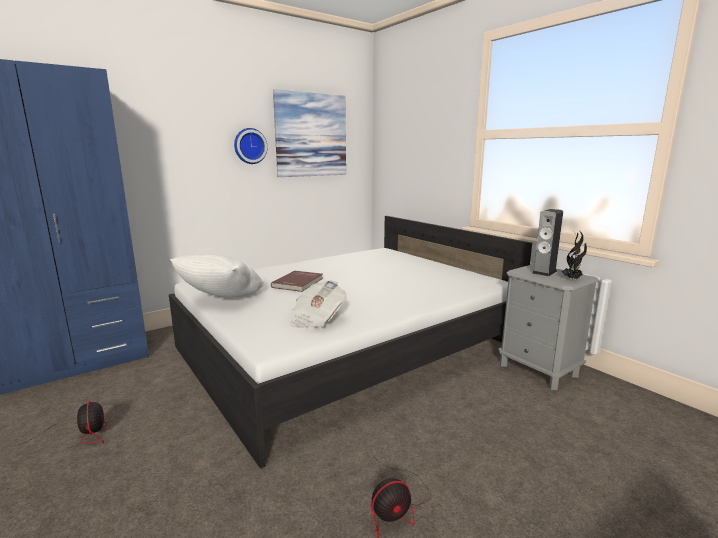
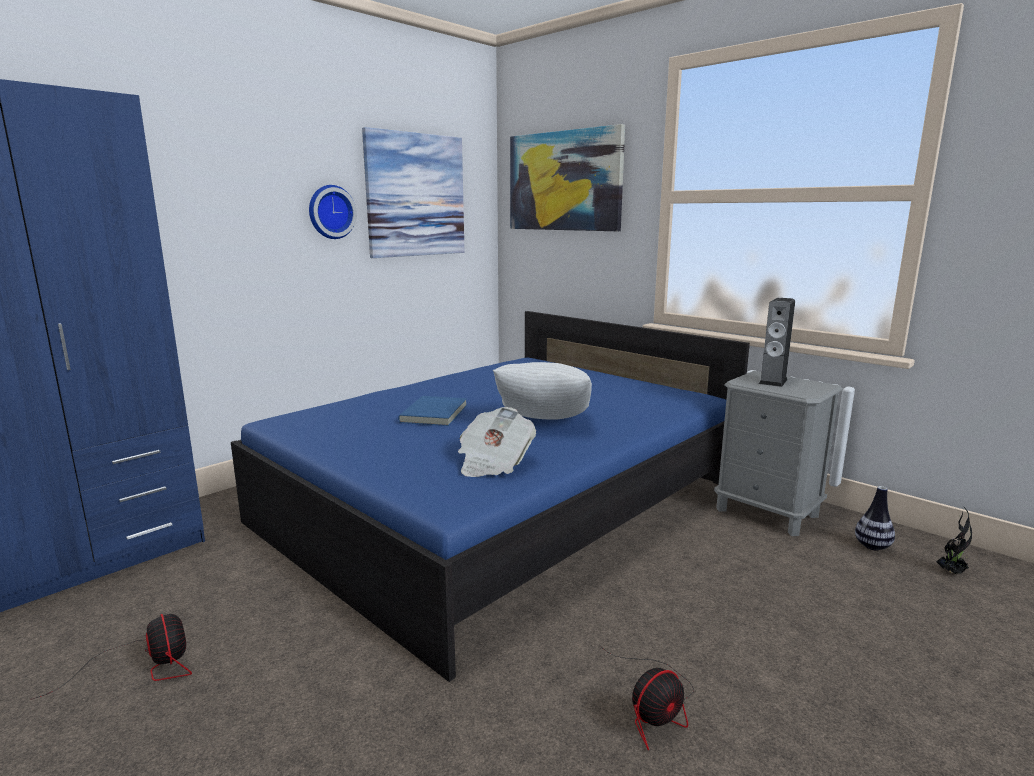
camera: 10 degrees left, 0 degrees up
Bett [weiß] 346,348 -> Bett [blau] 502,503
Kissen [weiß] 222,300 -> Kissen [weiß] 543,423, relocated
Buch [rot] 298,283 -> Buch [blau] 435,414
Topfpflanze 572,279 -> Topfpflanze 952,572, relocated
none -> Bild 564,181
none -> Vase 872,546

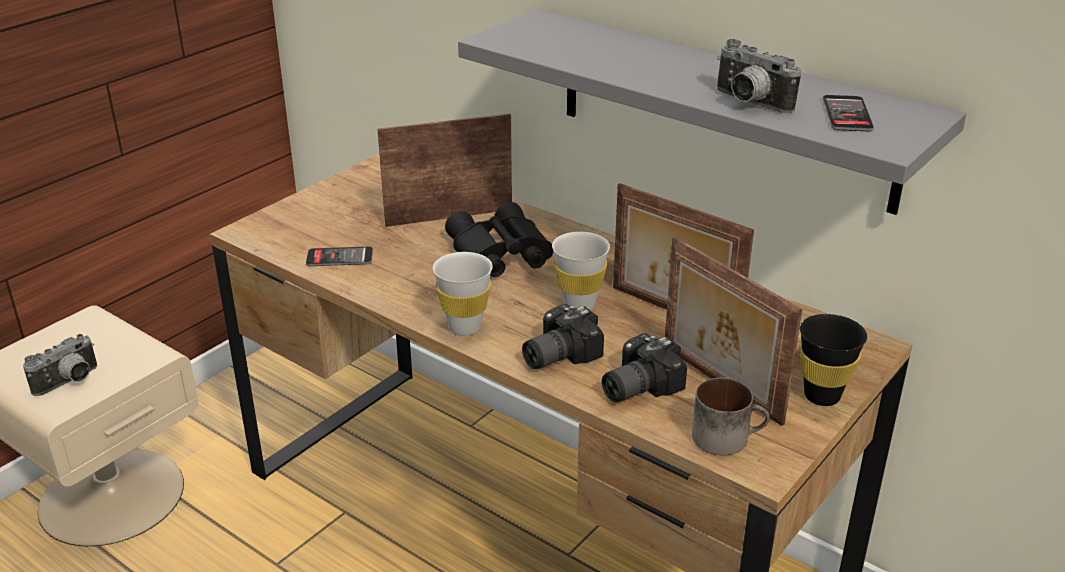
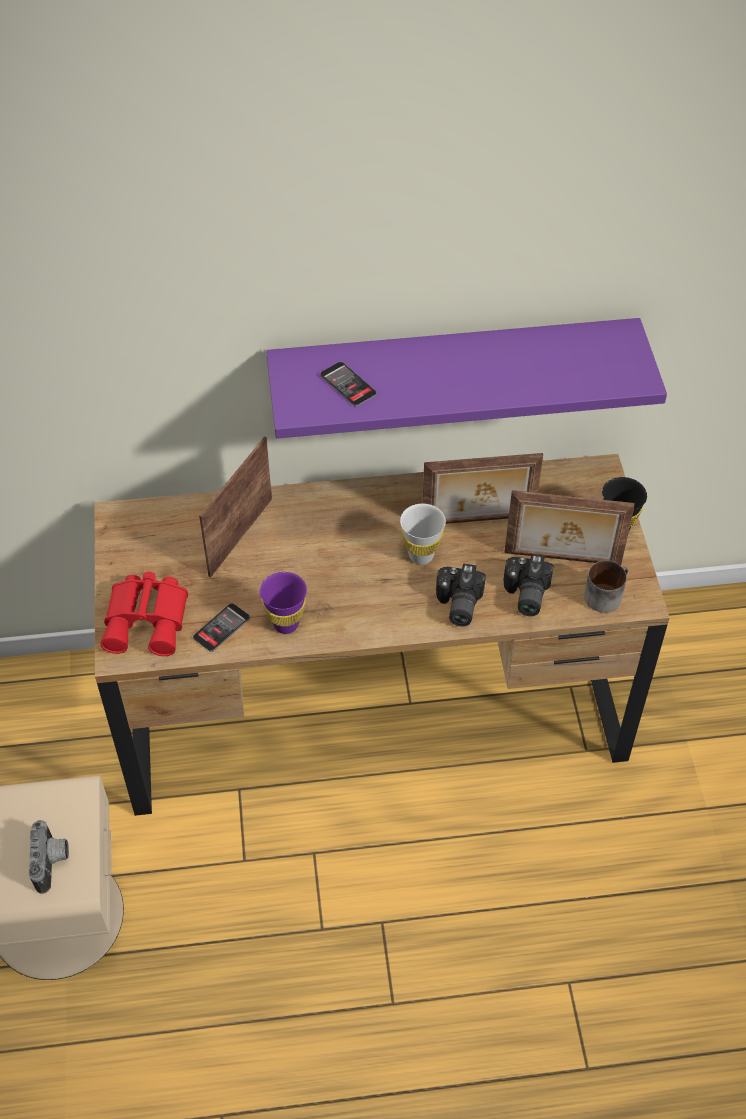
camera: 45 degrees left, 20 degrees up
Tasse [weiß] 465,327 -> none
Fernglas [schwarz] 498,254 -> none
Wandregal [grau] 723,108 -> Wandregal [lila] 453,366
Kamera 748,103 -> none
Handy 847,114 -> Handy 348,384, relocated
none -> Fernglas [rot] 148,619
none -> Tasse [lila] 286,624

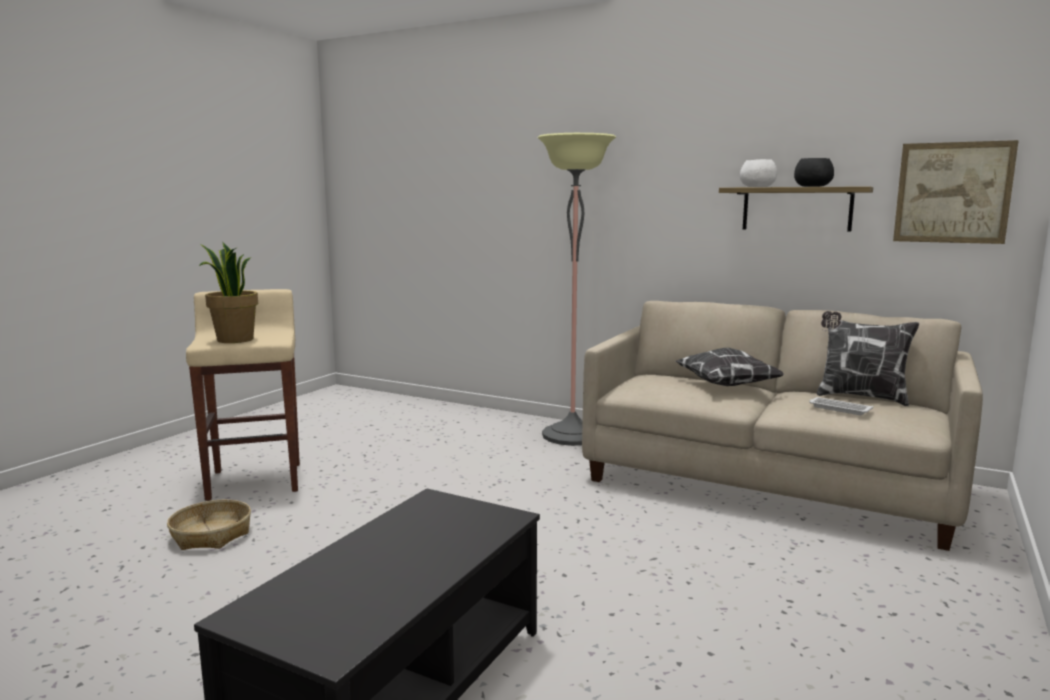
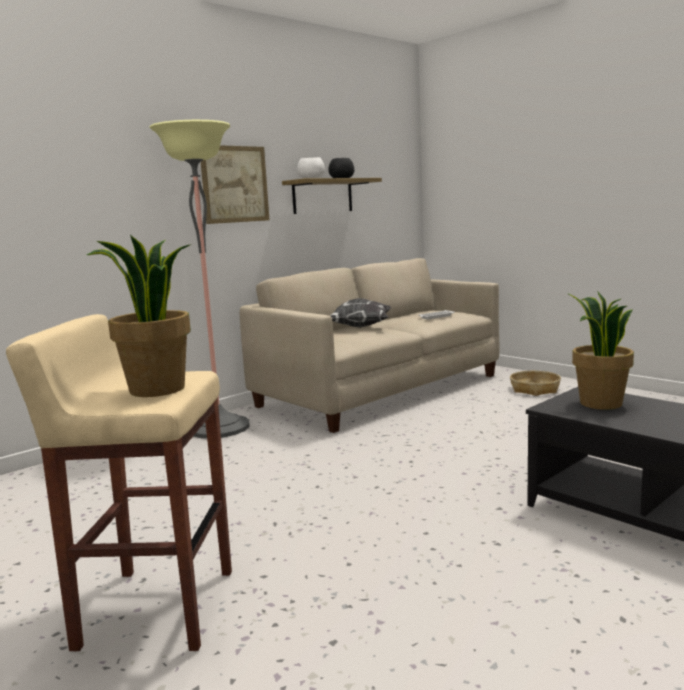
camera: 70 degrees left, 0 degrees up
Korb 211,535 -> Korb 534,389, relocated
Kissen 860,397 -> none
Bild 952,193 -> Bild 235,184, relocated
none -> Topfpflanze 600,403

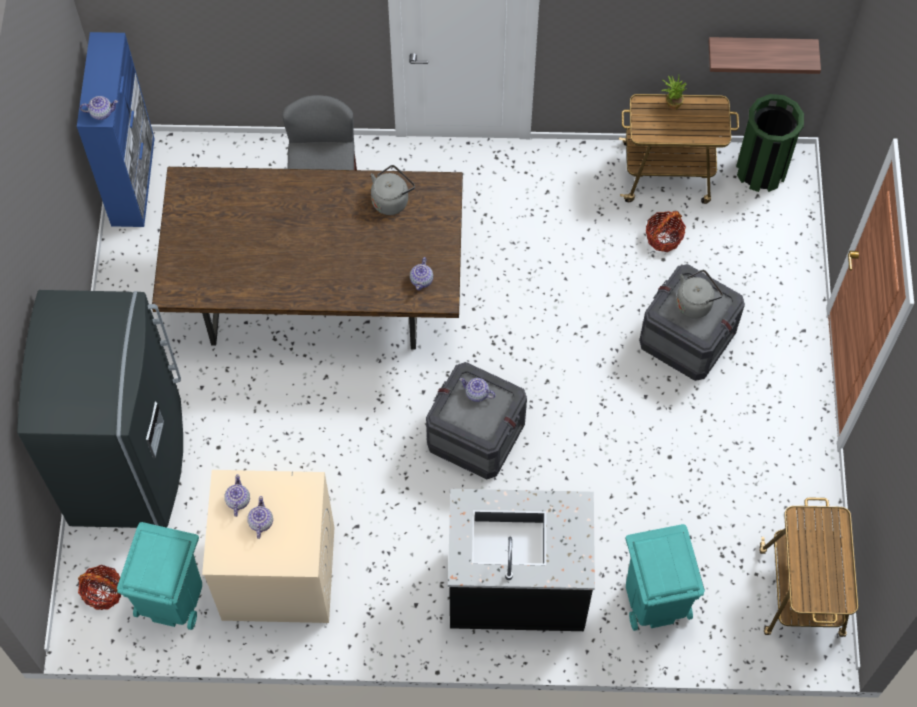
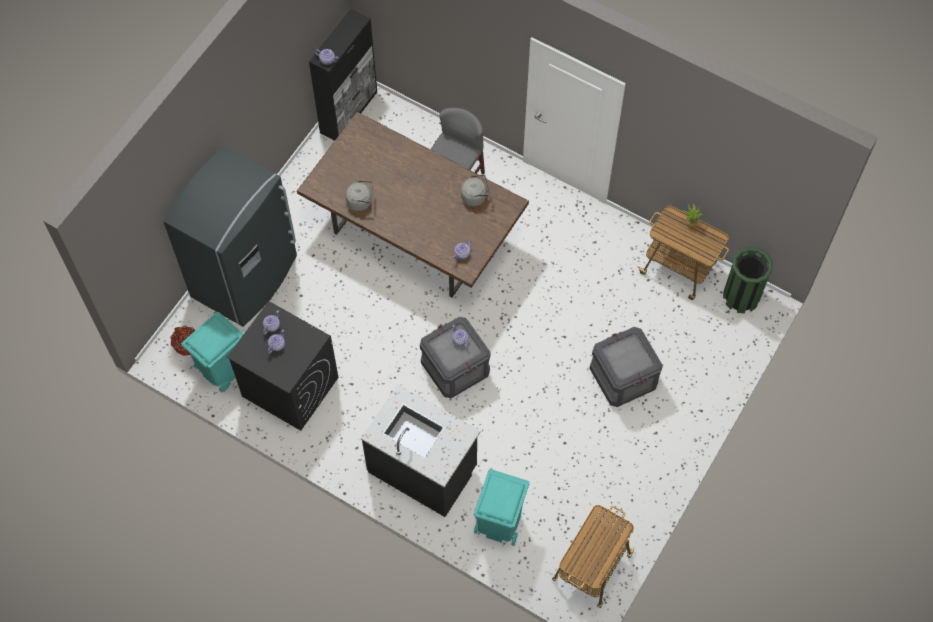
camera: 30 degrees right, 0 degrees up
Schrank [blau] 133,181 -> Schrank [schwarz] 349,112
Waschmaschine [beige] 277,574 -> Waschmaschine [schwarz] 289,387
Korb 663,237 -> none
Wasserkessel [grau] 695,303 -> Wasserkessel [grau] 361,201, relocated
Wandregal 761,48 -> none

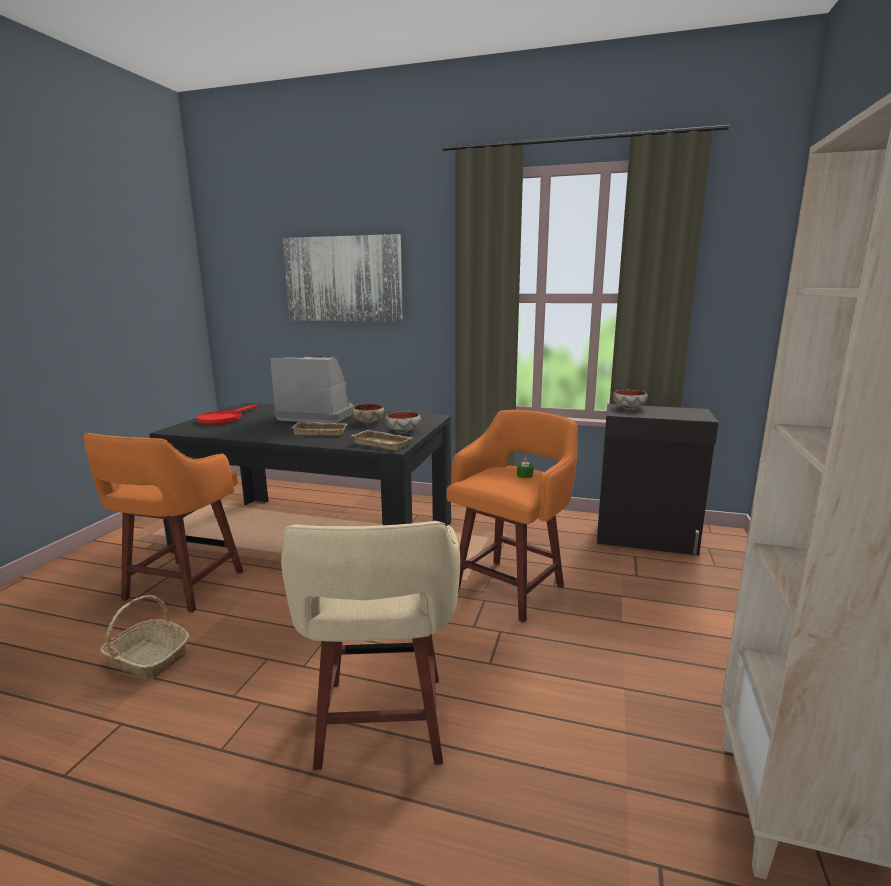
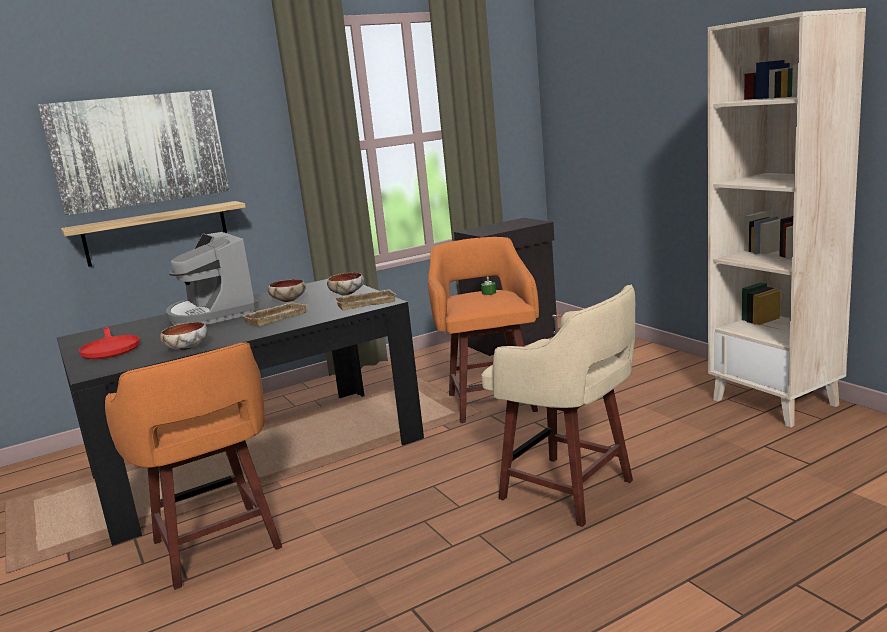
camera: 45 degrees left, 0 degrees up
Korb 147,659 -> none
Kaffeemaschine 317,415 -> Kaffeemaschine 212,314, 90 degrees counterclockwise
Schüssel 629,407 -> Schüssel 187,348, relocated
none -> Wandregal 157,233

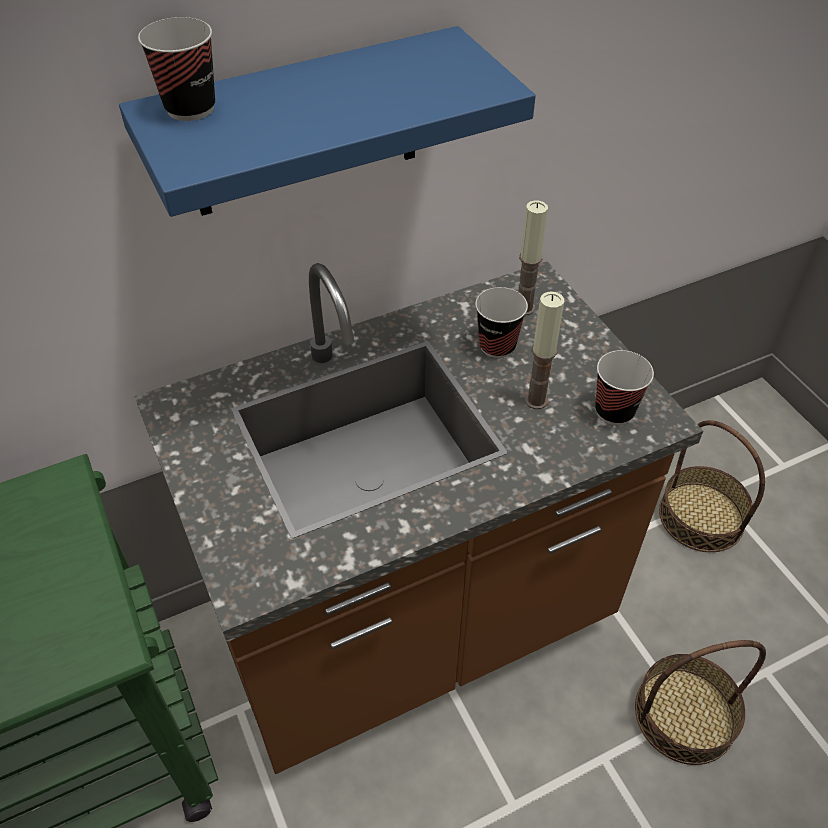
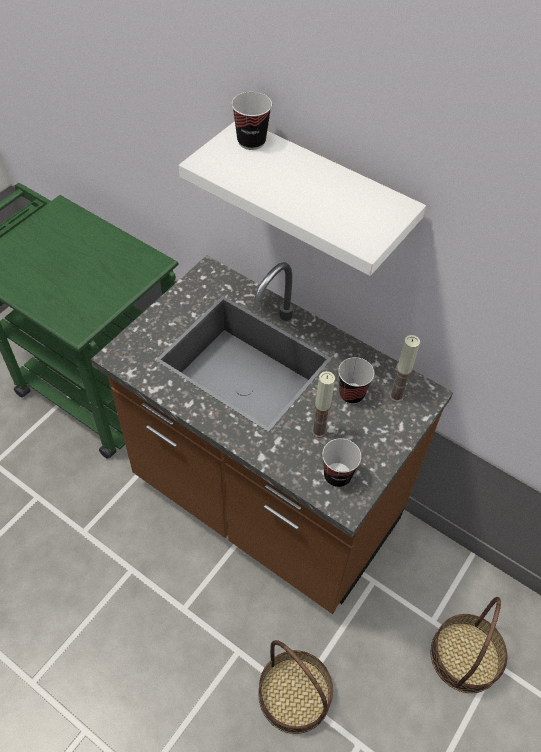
camera: 60 degrees right, 5 degrees up
Wandregal [blau] 304,126 -> Wandregal [weiß] 324,193

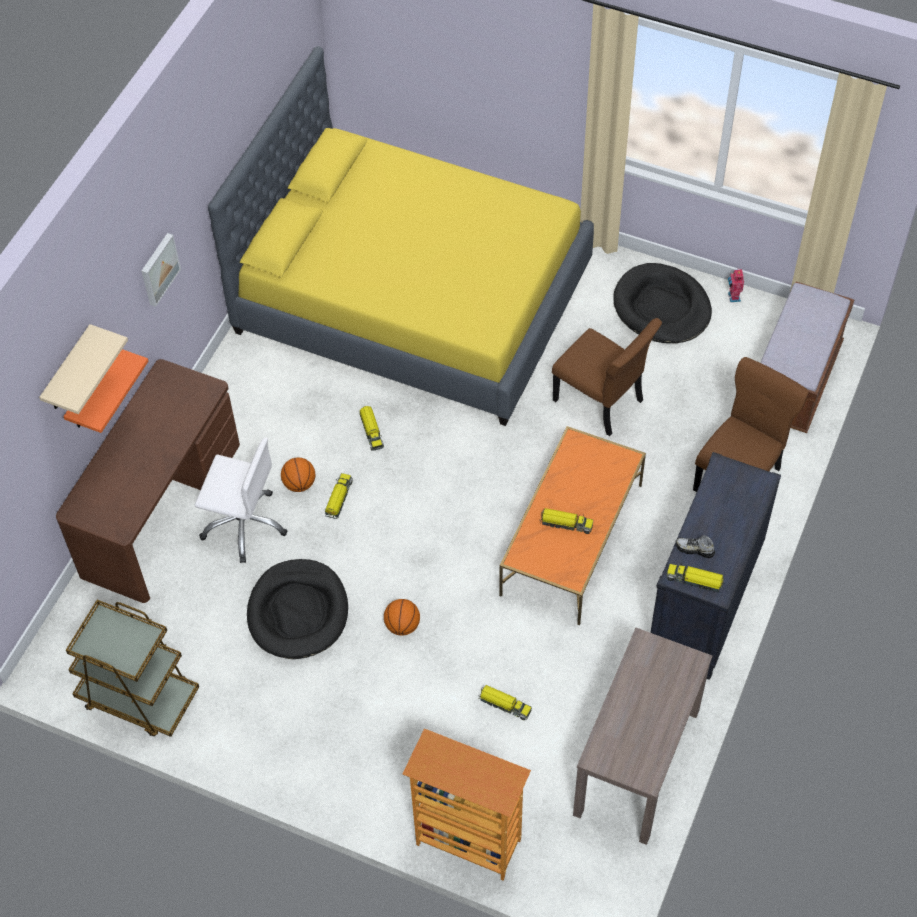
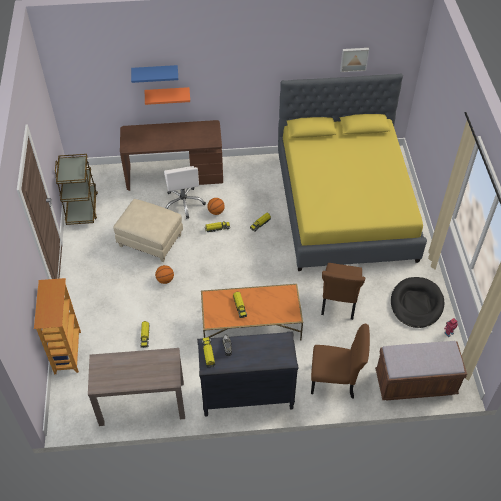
camera: 60 degrees right, 5 degrees down
Wandregal [beige] 68,371 -> Wandregal [blau] 155,73
Bild 158,269 -> Bild 354,59, relocated
Hundebett [schwarz] 298,612 -> Polsterhocker [beige] 151,240

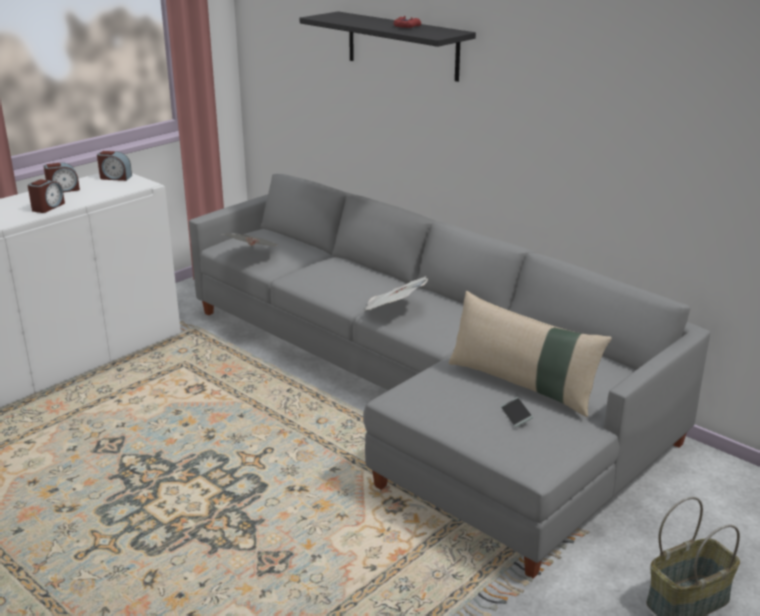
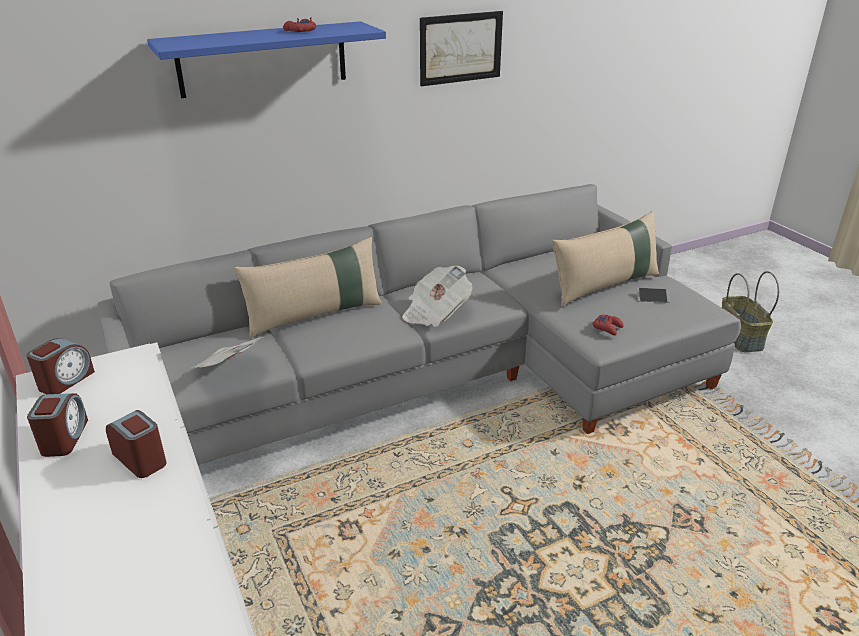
camera: 70 degrees left, 5 degrees up
Wandregal [schwarz] 402,46 -> Wandregal [blau] 263,59
none -> Kissen [beige] 315,315
none -> Bild 460,48
none -> Gamepad [rot] 608,327

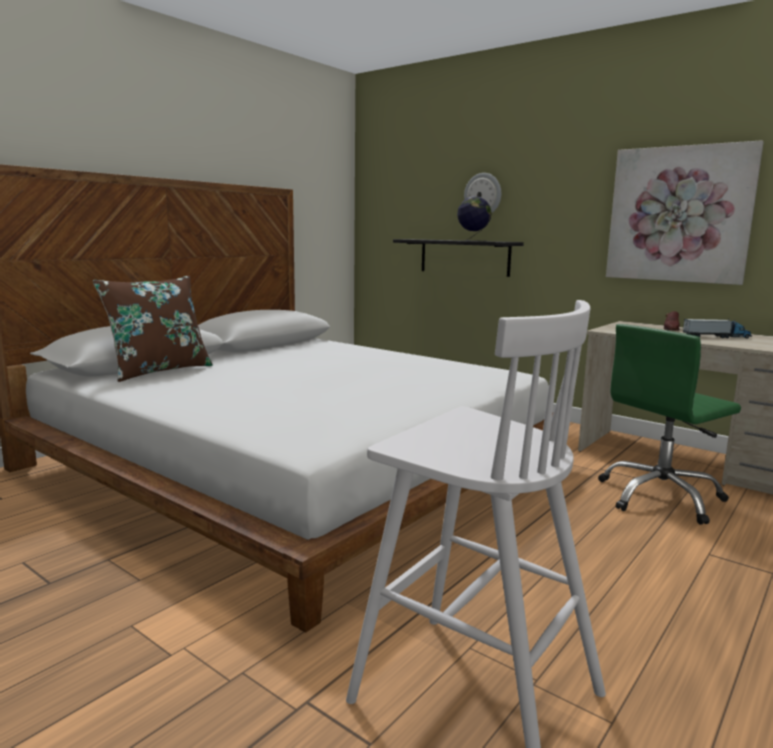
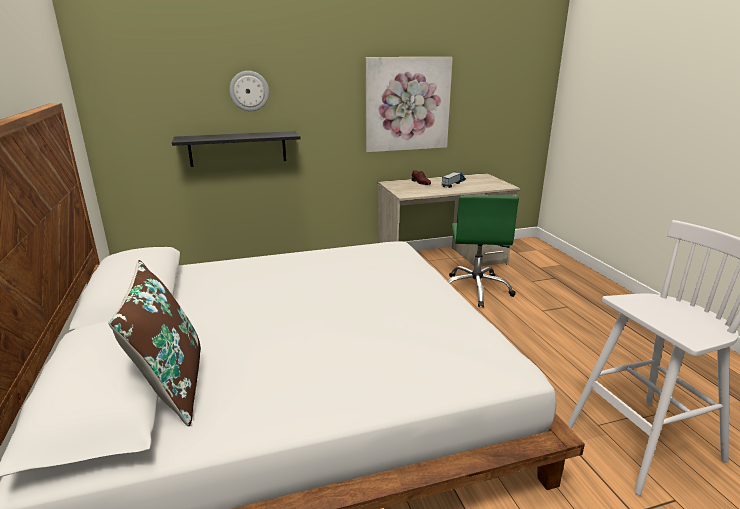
camera: 55 degrees left, 10 degrees up
Globus 472,240 -> none

